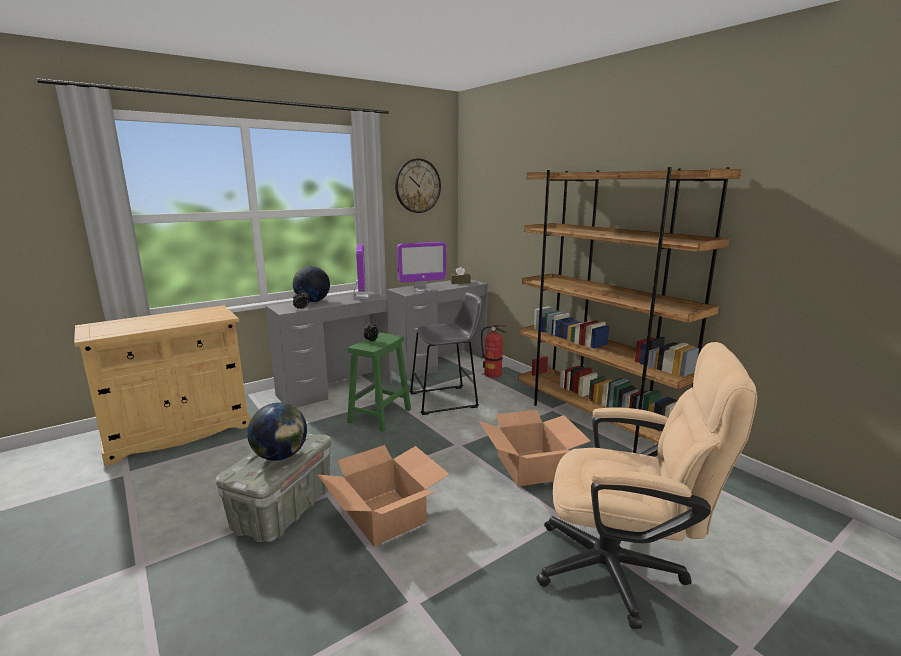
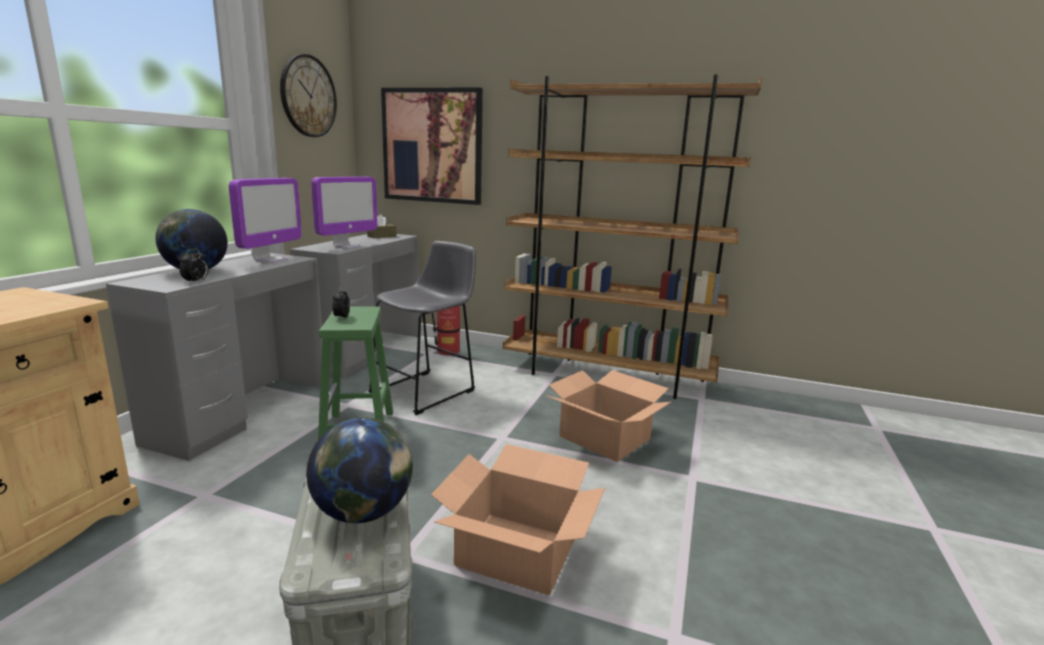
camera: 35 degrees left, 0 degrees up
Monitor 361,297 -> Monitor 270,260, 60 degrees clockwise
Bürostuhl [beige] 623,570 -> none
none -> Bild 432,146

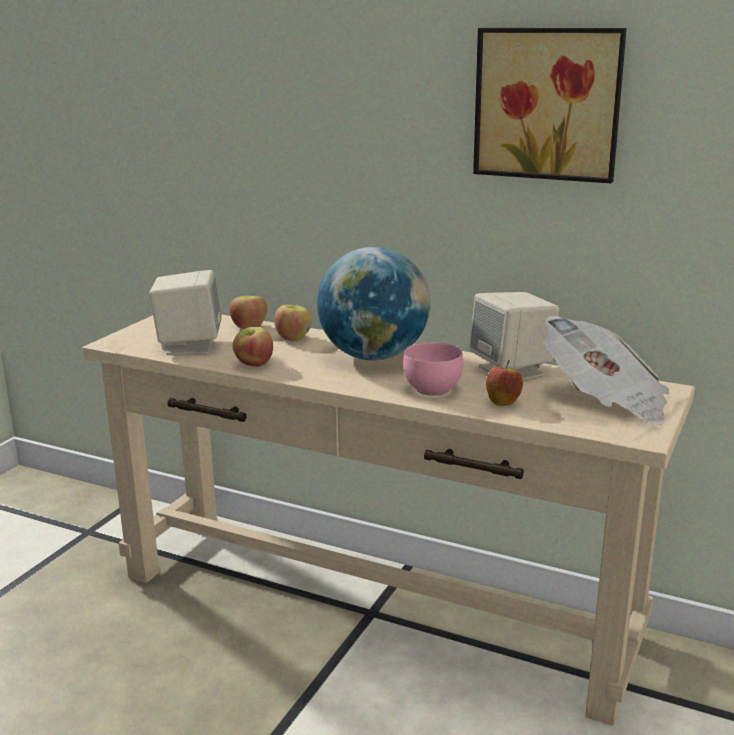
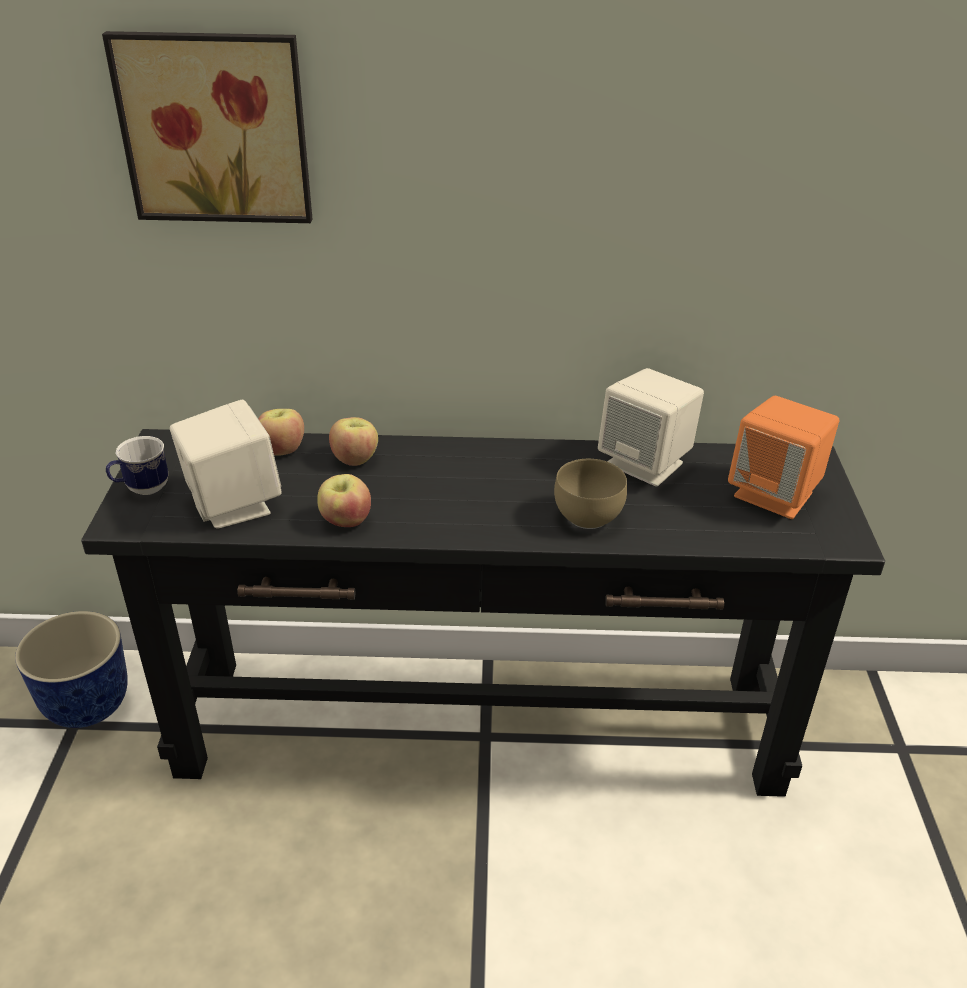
camera: 25 degrees left, 15 degrees up
Konsolentisch [beige] 371,605 -> Konsolentisch [schwarz] 480,727
Globus 374,357 -> none
Schüssel [rosa] 434,389 -> Schüssel [braun] 589,516
Bild 548,104 -> Bild 216,127, relocated
Apfel 503,402 -> none
Zeitung 605,402 -> Lautsprecher [orange] 774,494
none -> Pflanzkübel 86,705
none -> Henkelbecher 142,489

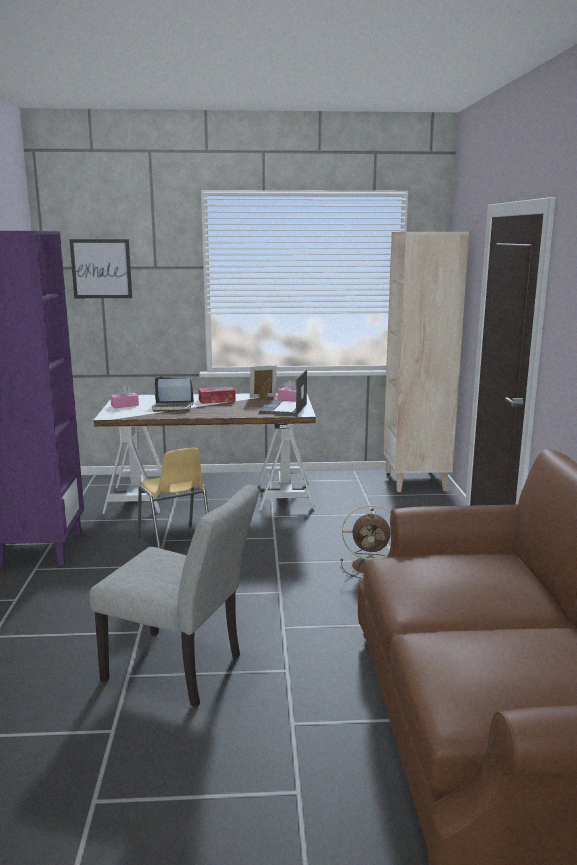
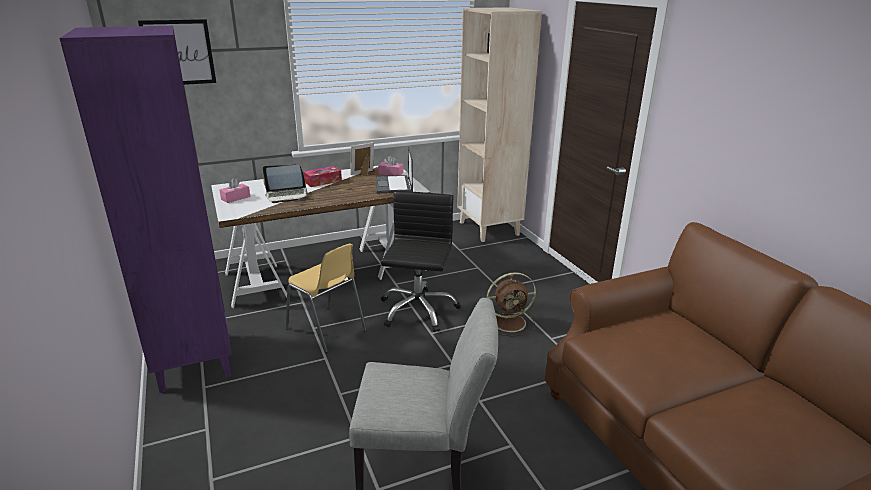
camera: 20 degrees left, 10 degrees up
none -> Bürostuhl [schwarz] 417,310

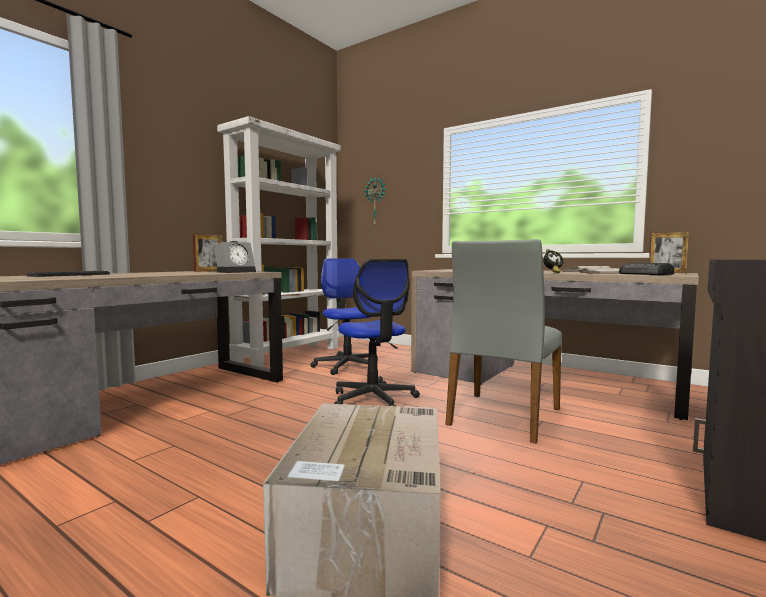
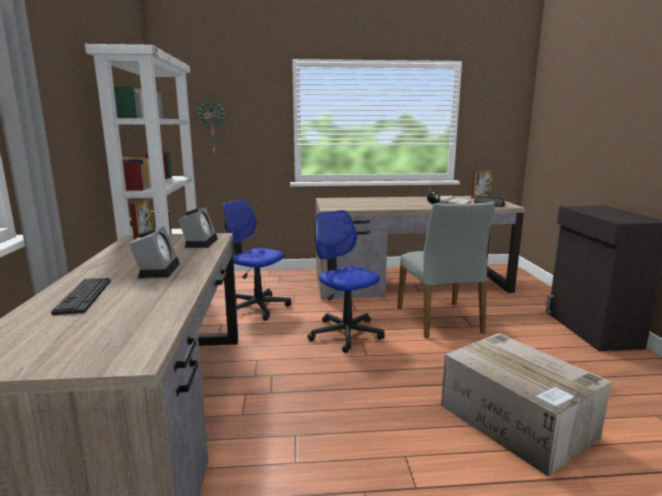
camera: 40 degrees left, 10 degrees up
Bürostuhl 373,399 -> Bürostuhl 346,334, 150 degrees counterclockwise
none -> Wecker 157,270

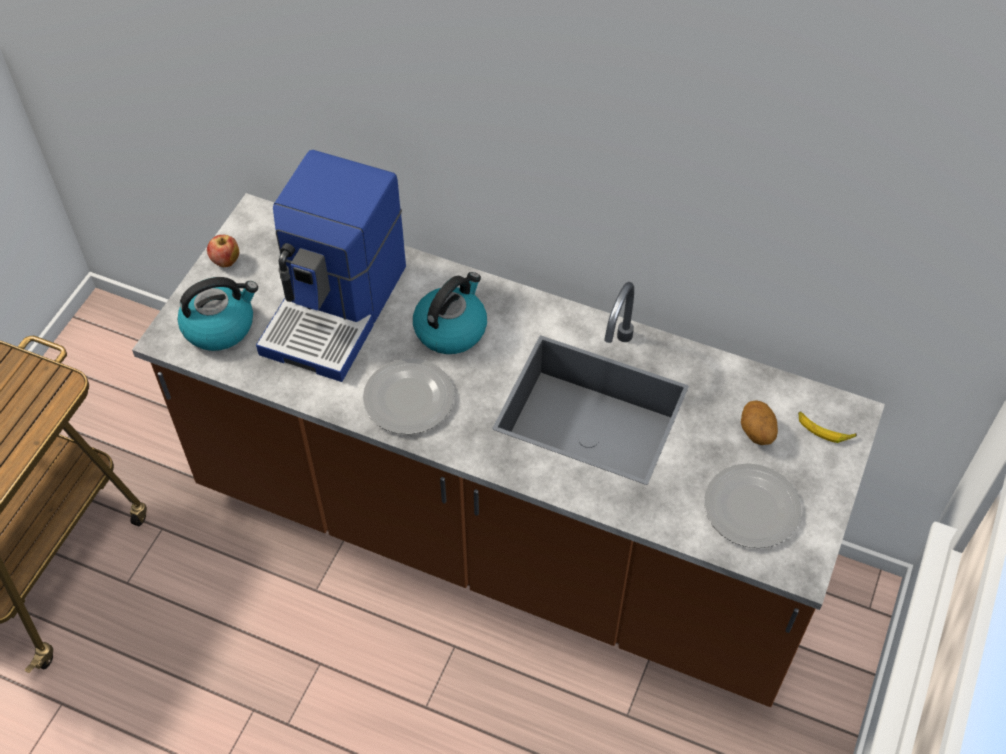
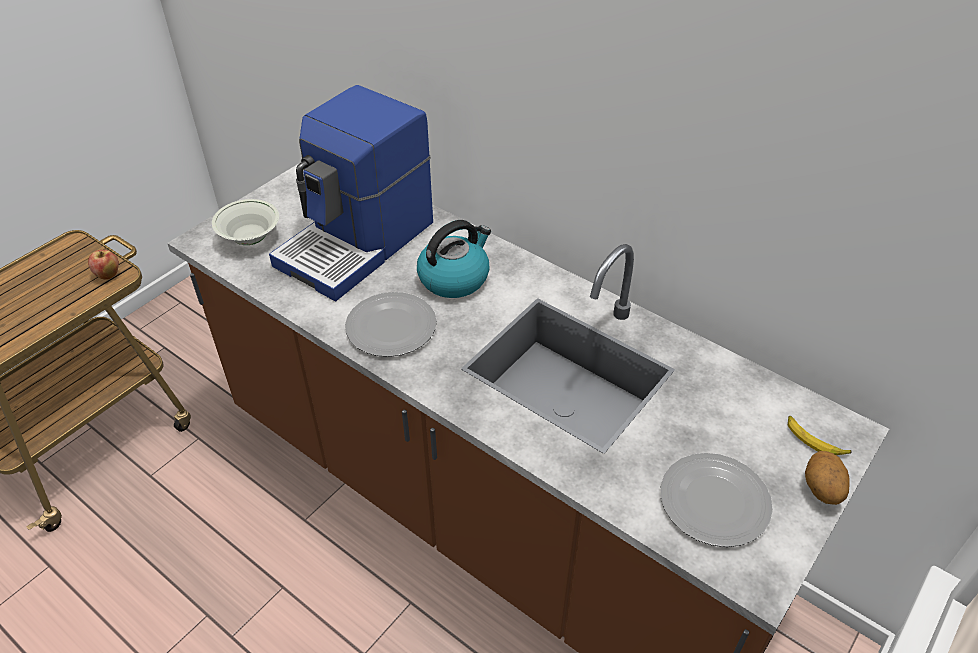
camera: 15 degrees right, 10 degrees down
Wasserkessel 220,326 -> Schüssel [weiß] 250,239
Apfel 226,261 -> Apfel 108,275, relocated
Kartoffel 756,432 -> Kartoffel 821,489, relocated

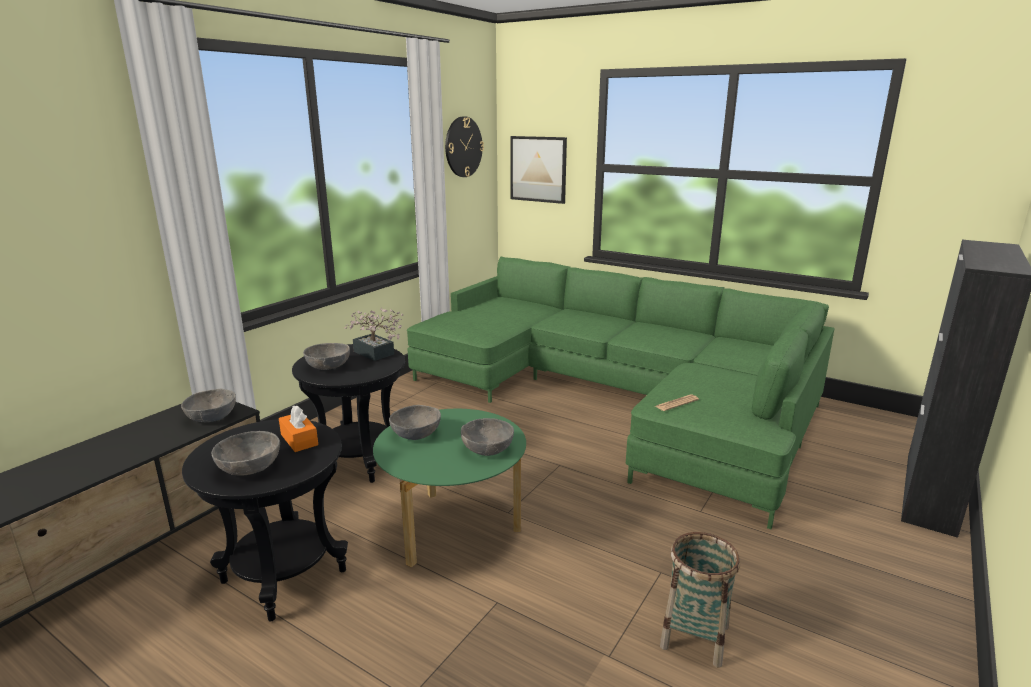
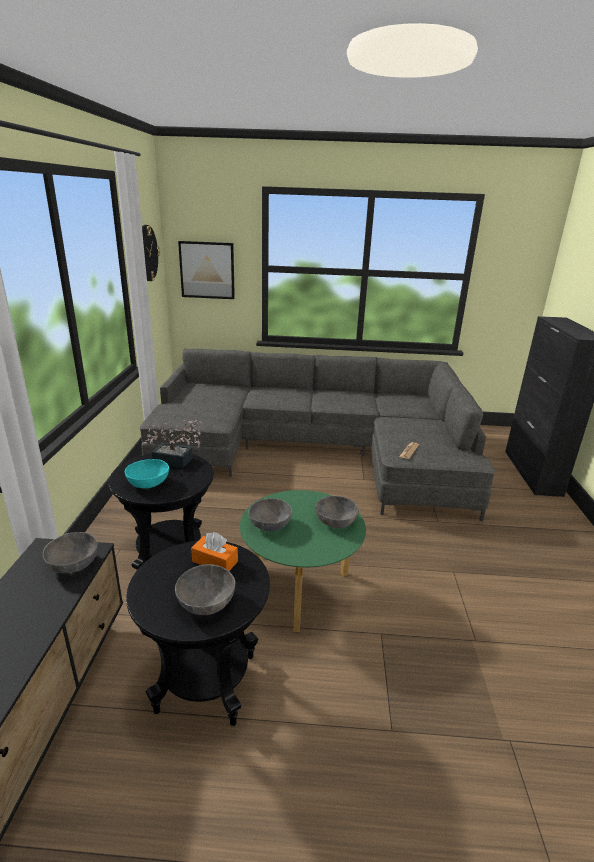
camera: 30 degrees left, 5 degrees up
Schüssel [grau] 328,367 -> Schüssel [türkis] 148,483
Sofa [grün] 618,397 -> Sofa [grau] 318,450
Korb 694,637 -> none

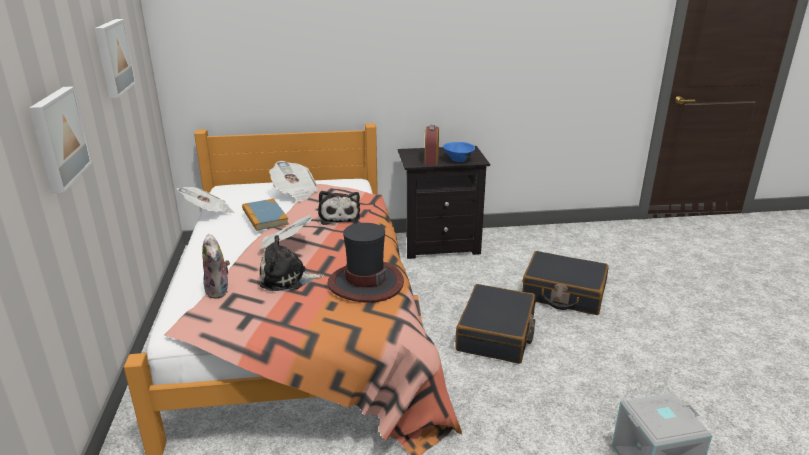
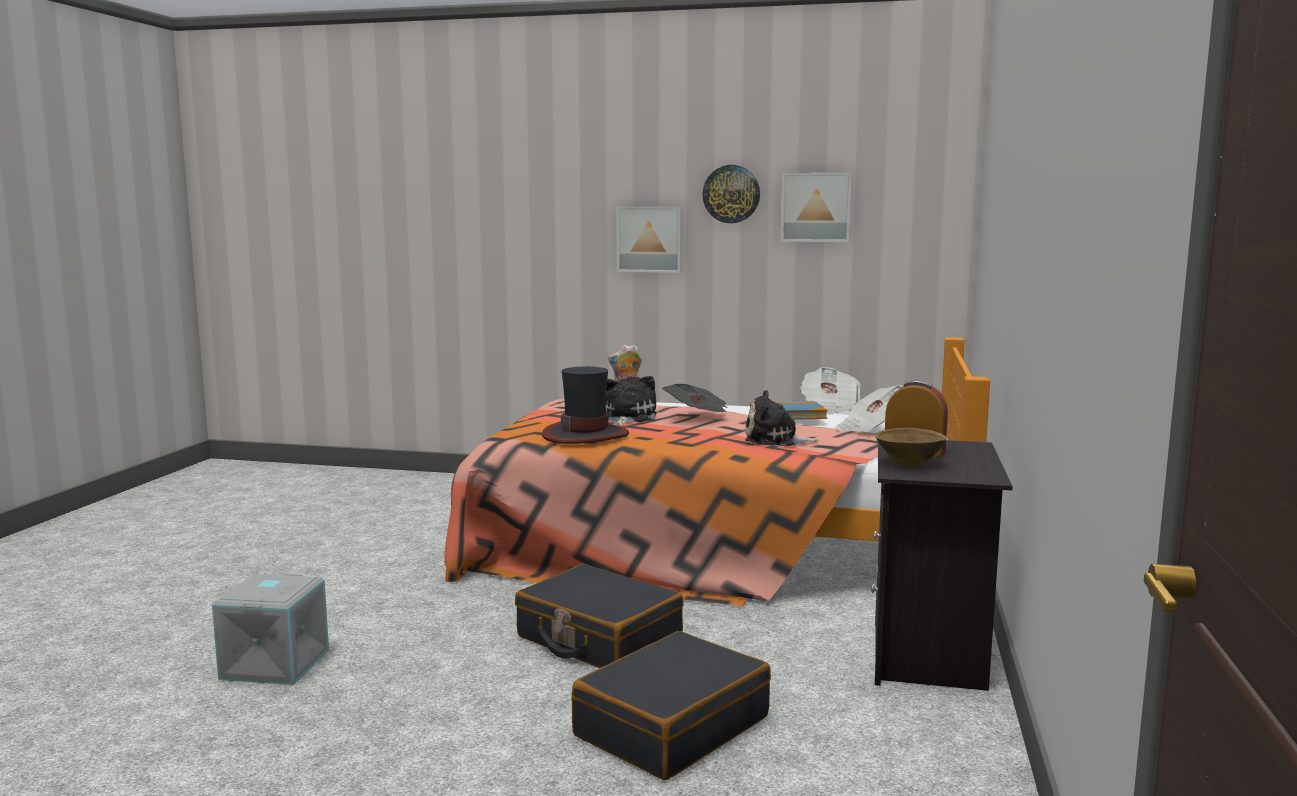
camera: 110 degrees right, 15 degrees down
Schüssel [blau] 458,160 -> Schüssel [braun] 910,463
none -> Wanduhr 731,194

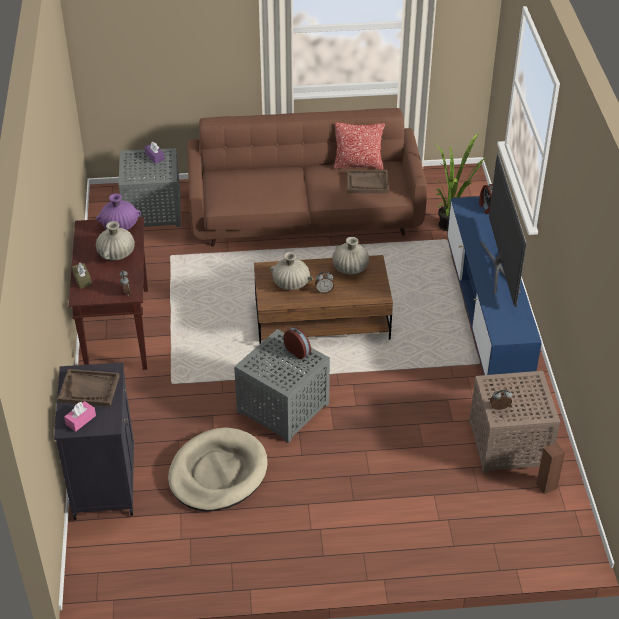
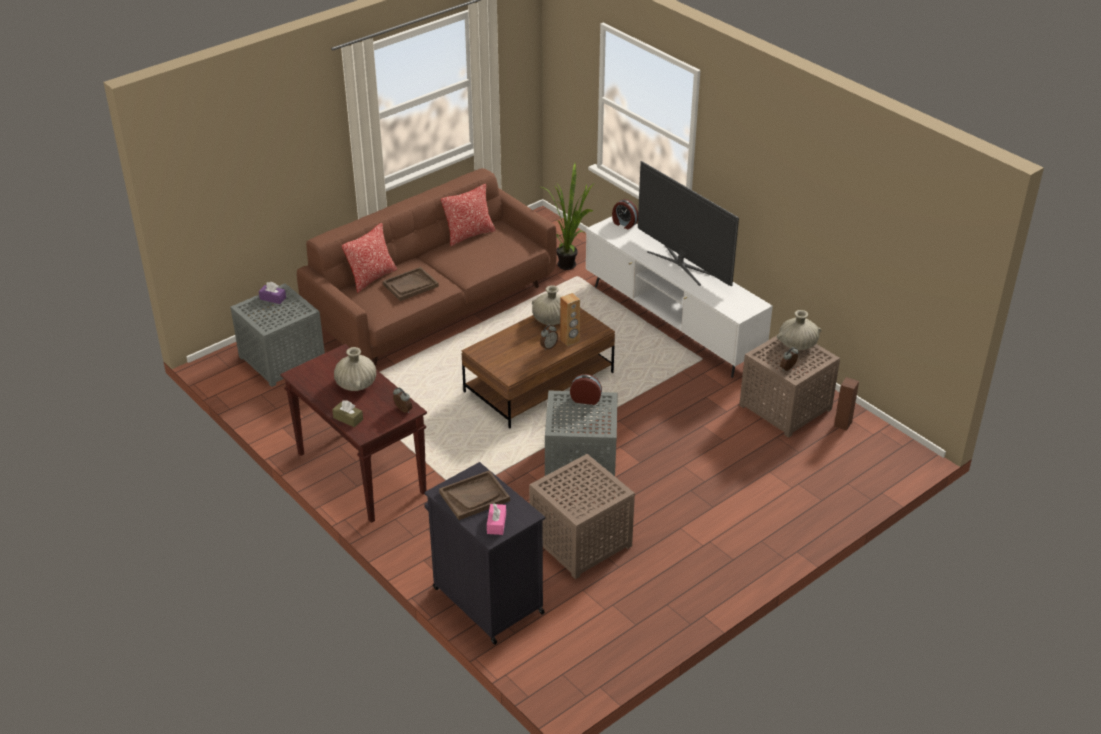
camera: 35 degrees left, 5 degrees down
Vase [lila] 120,226 -> none
Hundebett [beige] 217,473 -> Beistelltisch [braun] 580,543
Vase [beige] 291,284 -> Vase [beige] 797,345, relocated
Tablett [braun] 367,183 -> Tablett [braun] 410,285, relocated
Fernsehschrank [blau] 485,318 -> Fernsehschrank [weiß] 671,323
none -> Kissen 372,278
none -> Lautsprecher [braun] 569,340

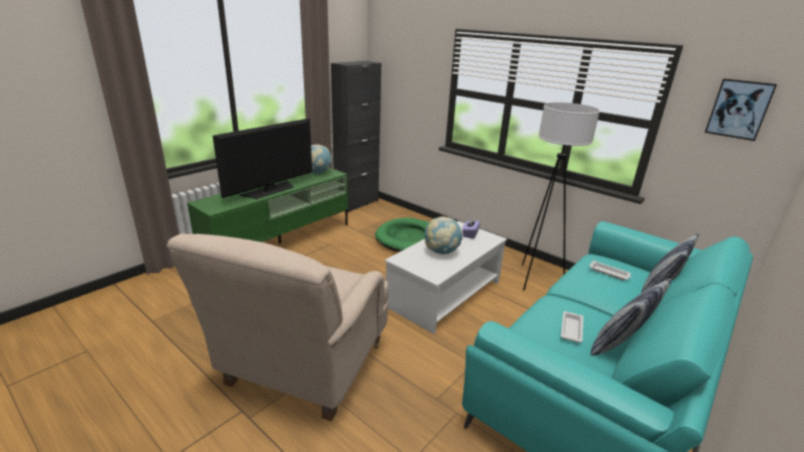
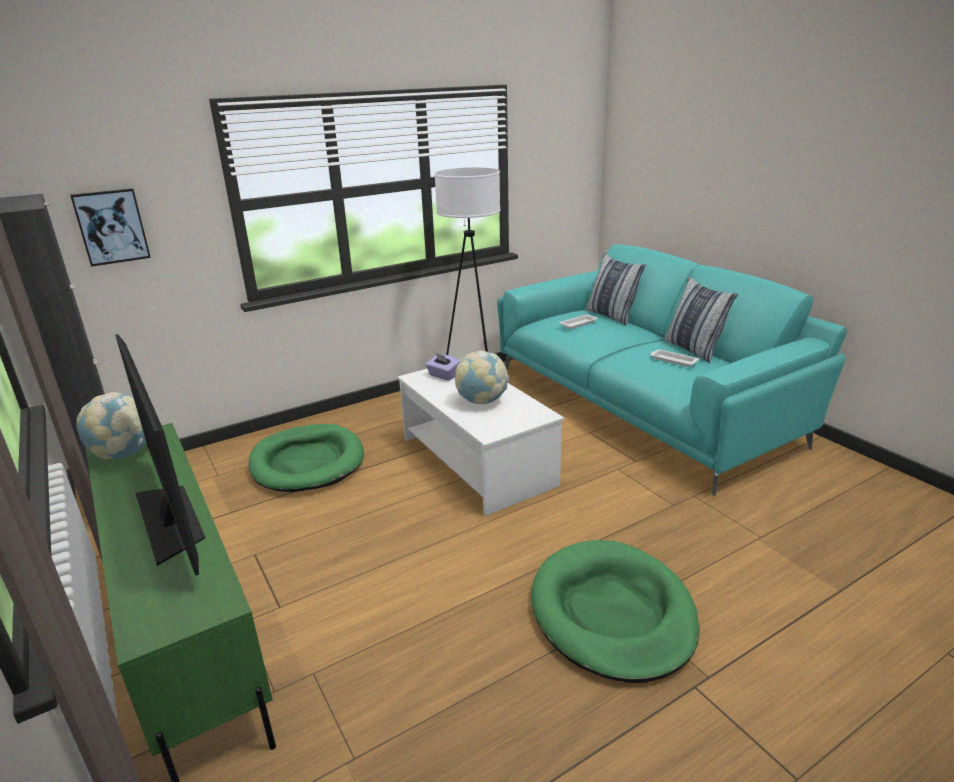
camera: 70 degrees left, 0 degrees up
Sessel [beige] 302,370 -> Hundebett [grün] 612,613
Bild 739,109 -> Bild 111,227, relocated

